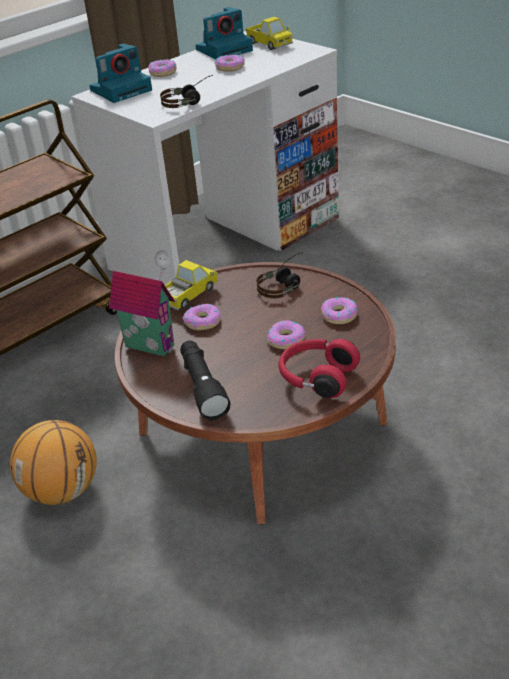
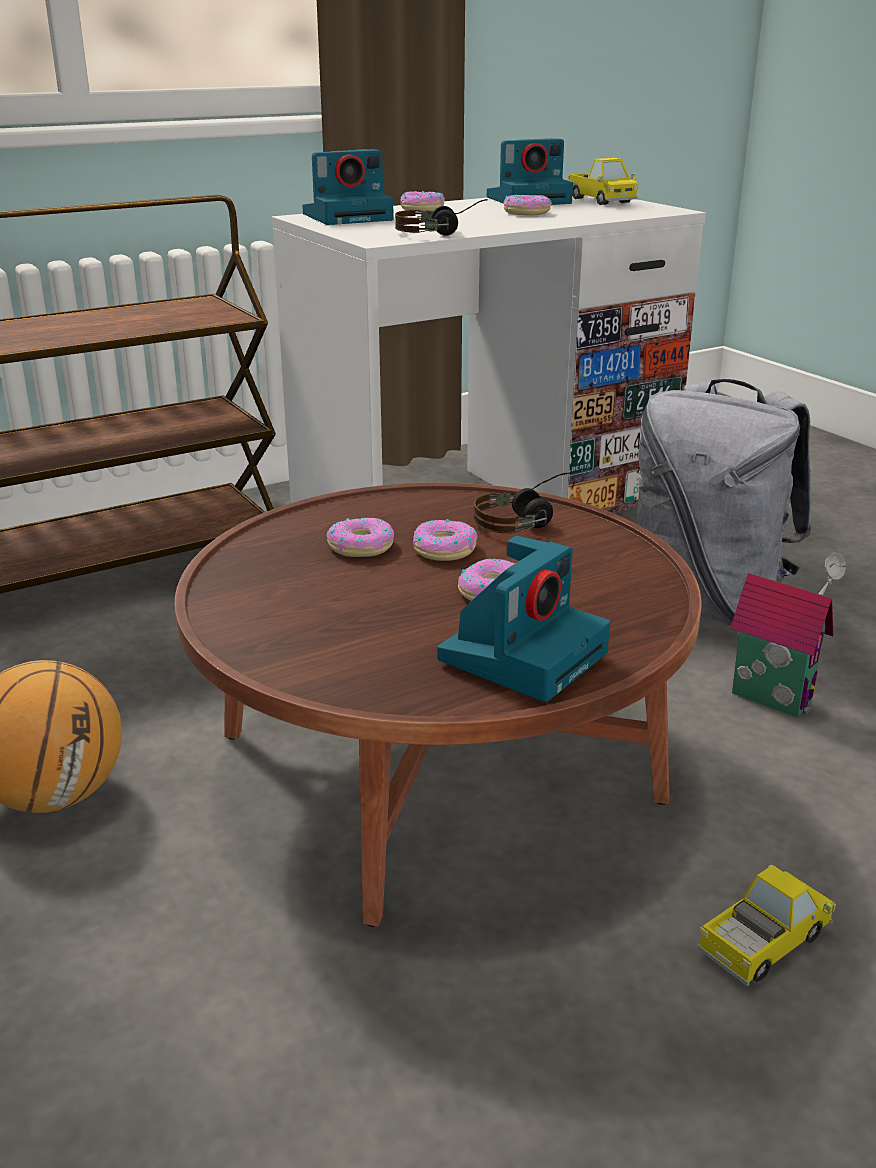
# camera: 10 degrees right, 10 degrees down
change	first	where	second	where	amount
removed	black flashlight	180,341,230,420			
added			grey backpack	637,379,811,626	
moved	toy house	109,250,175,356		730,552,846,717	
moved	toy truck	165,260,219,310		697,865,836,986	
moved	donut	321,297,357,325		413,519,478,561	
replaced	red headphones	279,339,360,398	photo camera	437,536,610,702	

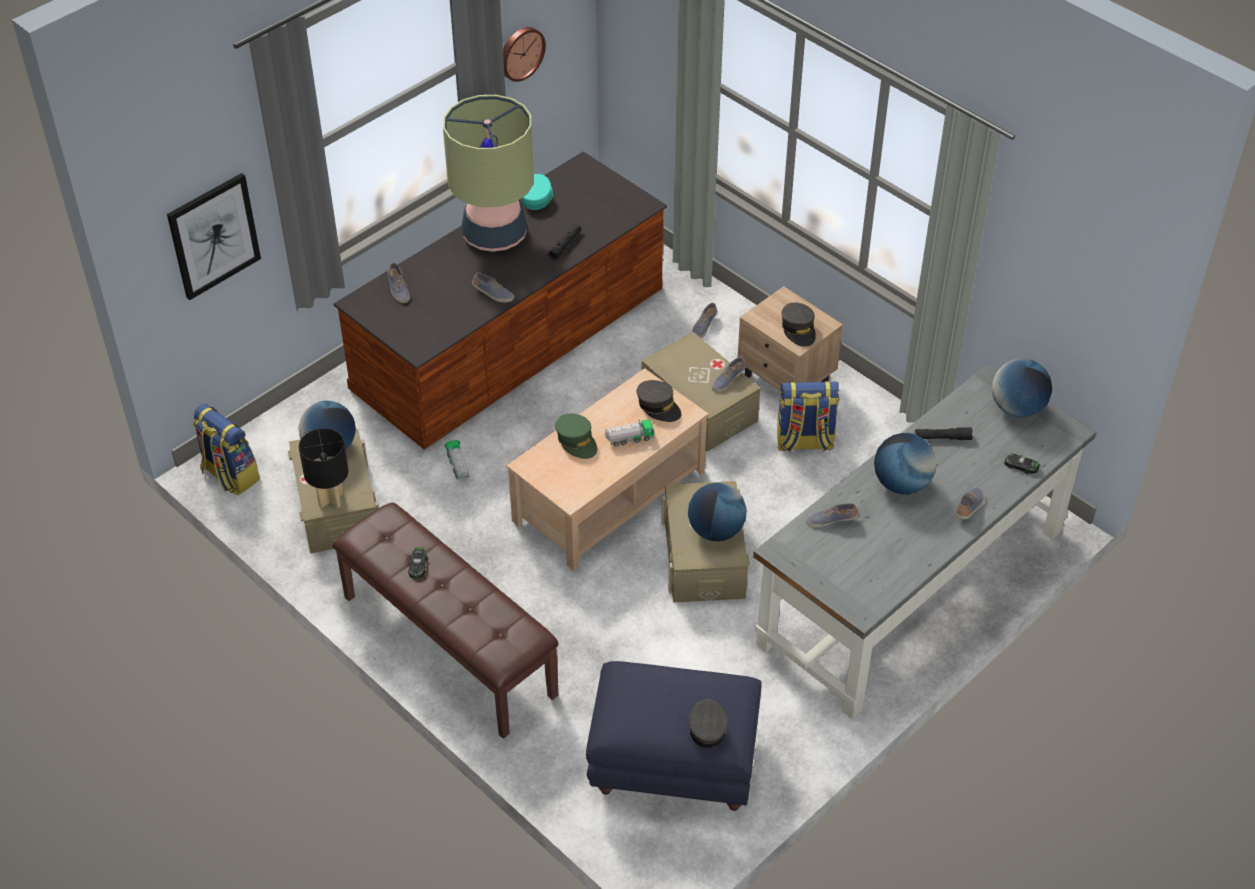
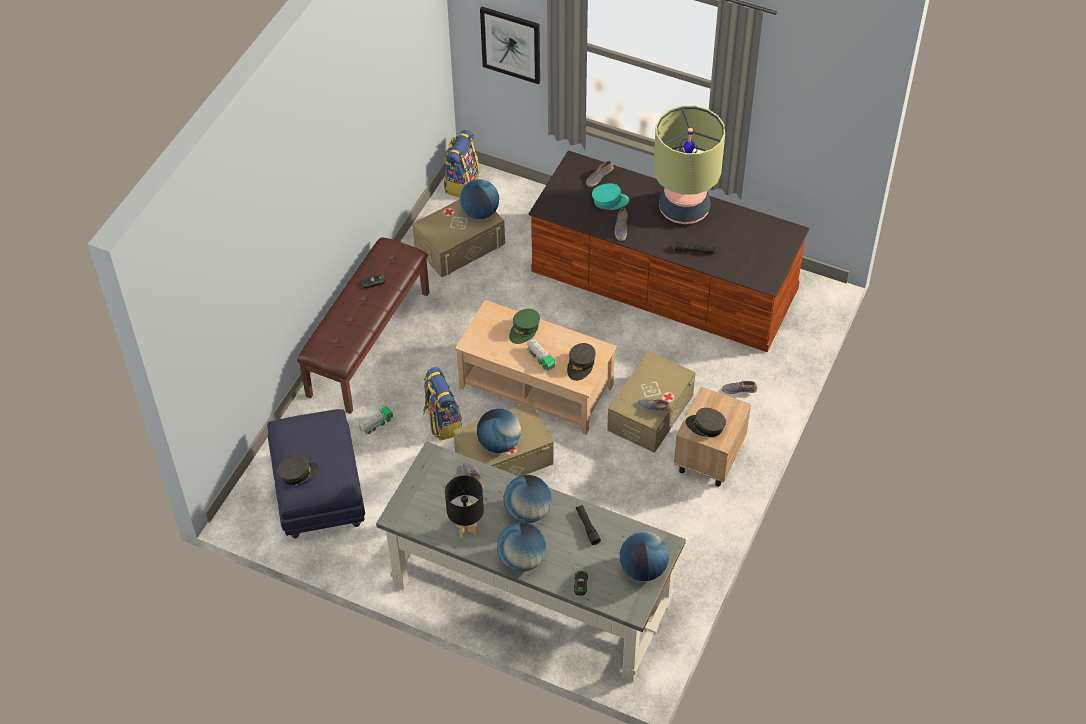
# camera: 70 degrees right, 5 degrees up
change	first	where	second	where	amount
removed	wall clock	503,27,546,82			
moved	black table lamp	299,428,348,508		445,476,484,538	
moved	toy truck	445,440,470,480		359,406,393,434	
moved	turquoise cap	522,174,553,210		592,183,629,210	
moved	backpack	777,381,839,453		423,367,462,441	
replaced	shoe	956,487,984,519	globe	497,523,546,572	
turned	grey cap	782,303,816,347		686,408,726,437	60 degrees clockwise

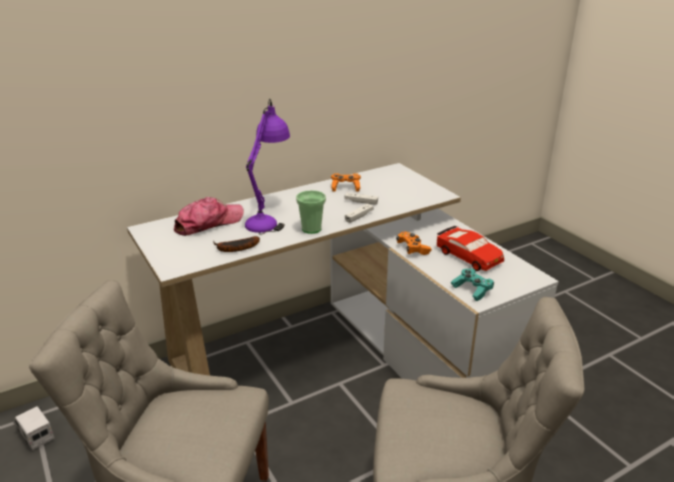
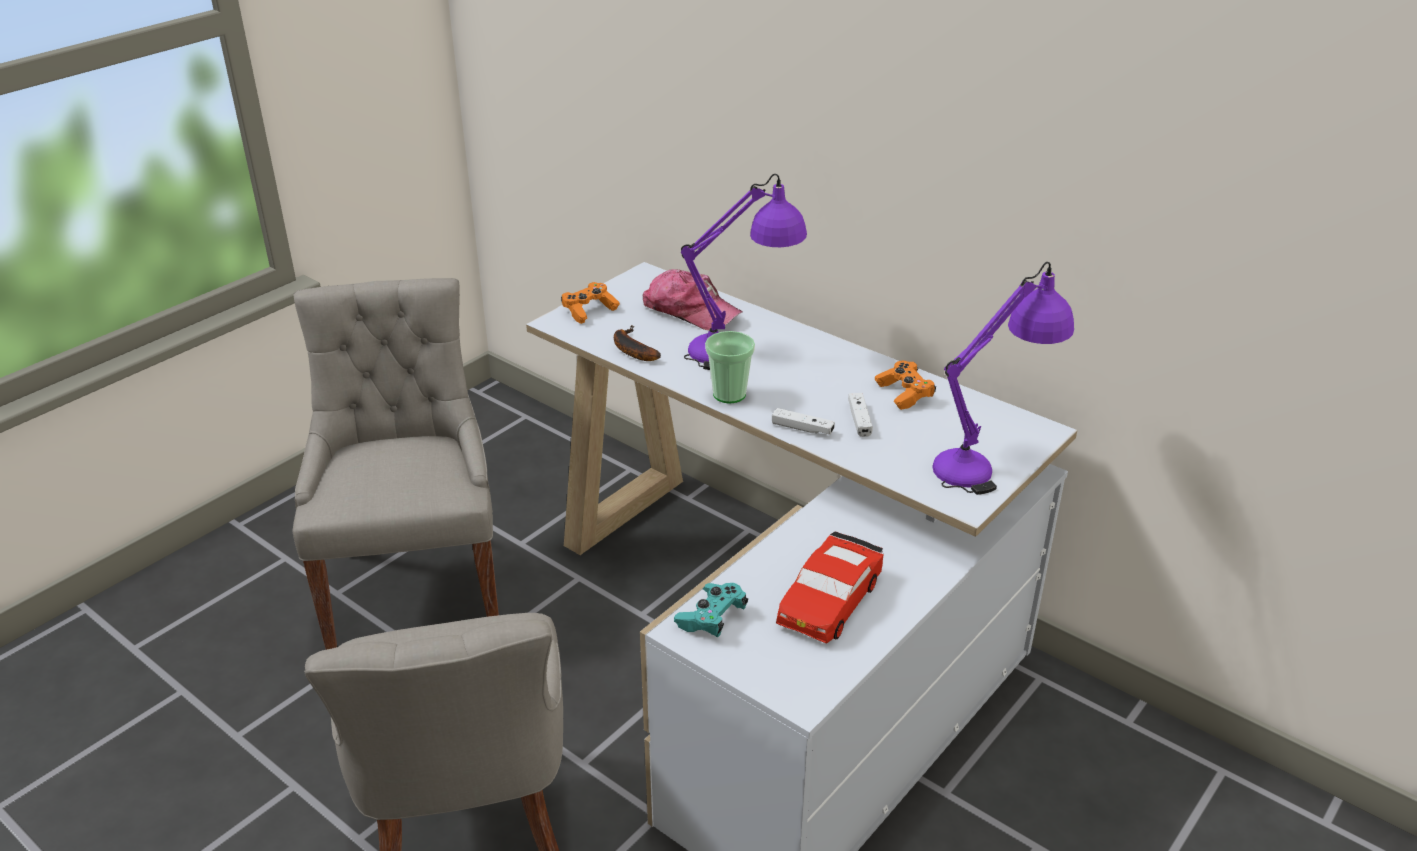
# camera: 70 degrees right, 5 degrees up
change	first	where	second	where	amount
removed	toy truck	14,406,55,450			
added			purple table lamp	932,262,1074,495	
moved	orange game controller	396,232,432,255		561,282,620,324	

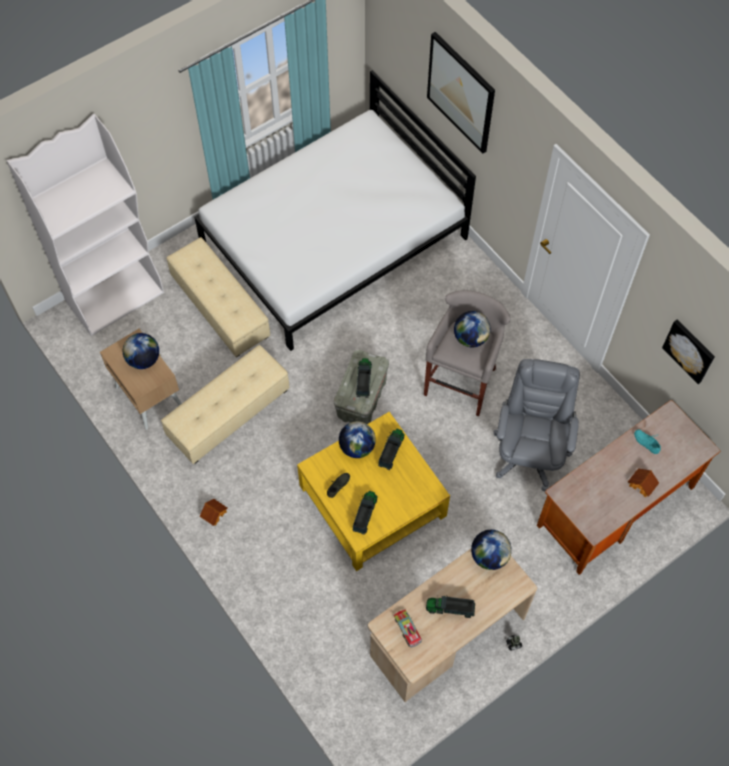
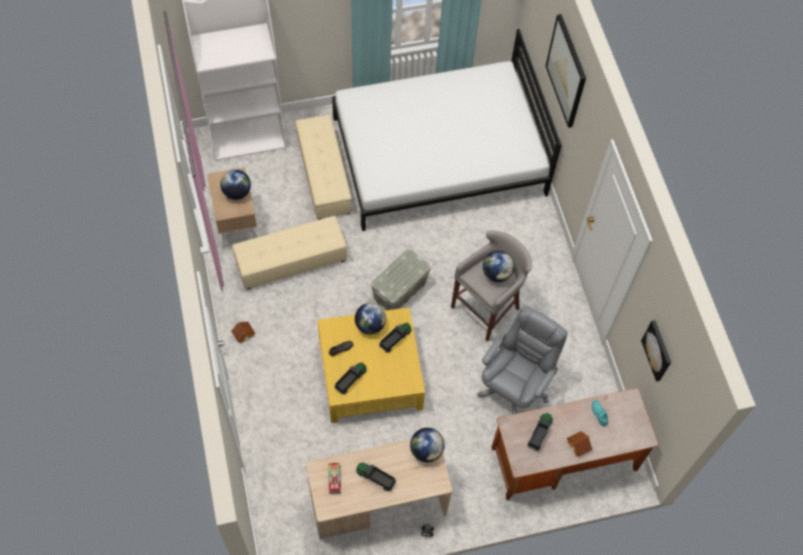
# camera: 20 degrees right, 0 degrees up
change	first	where	second	where	amount
moved	toy truck	356,358,372,398		528,413,553,451	

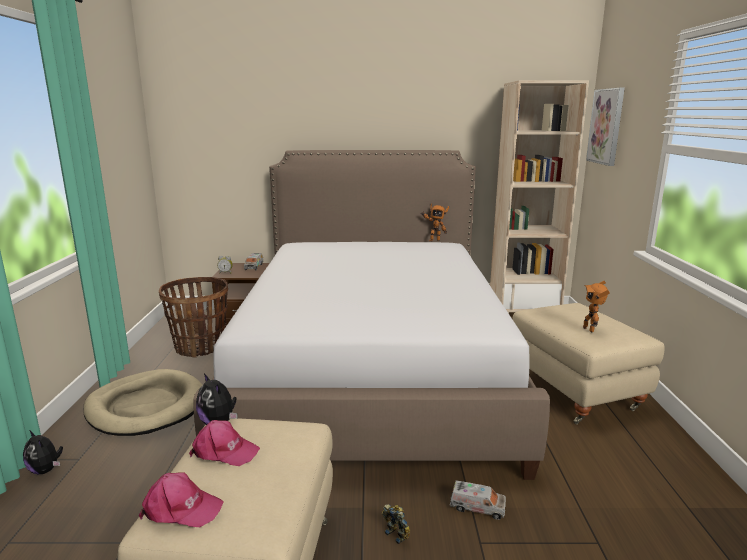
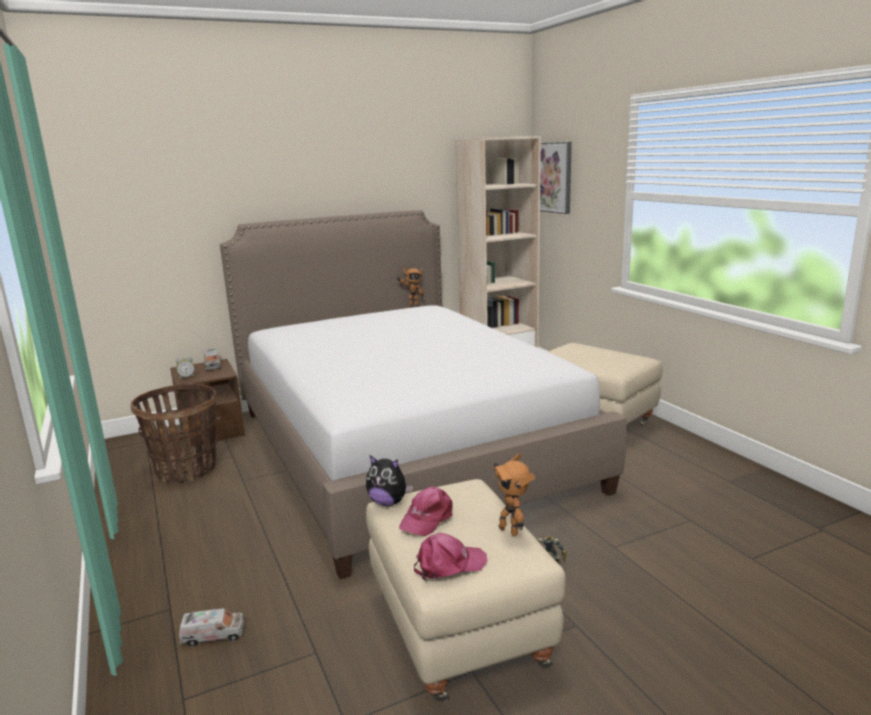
# camera: 25 degrees left, 0 degrees up
change	first	where	second	where	amount
removed	plush toy	23,431,63,474			
removed	beige dog bed	83,369,202,436			
moved	toy truck	450,481,506,520		179,608,244,646	
moved	toy robot	583,281,610,332		493,453,535,536	
turned	pink cap	189,420,260,466		399,486,453,536	135 degrees clockwise

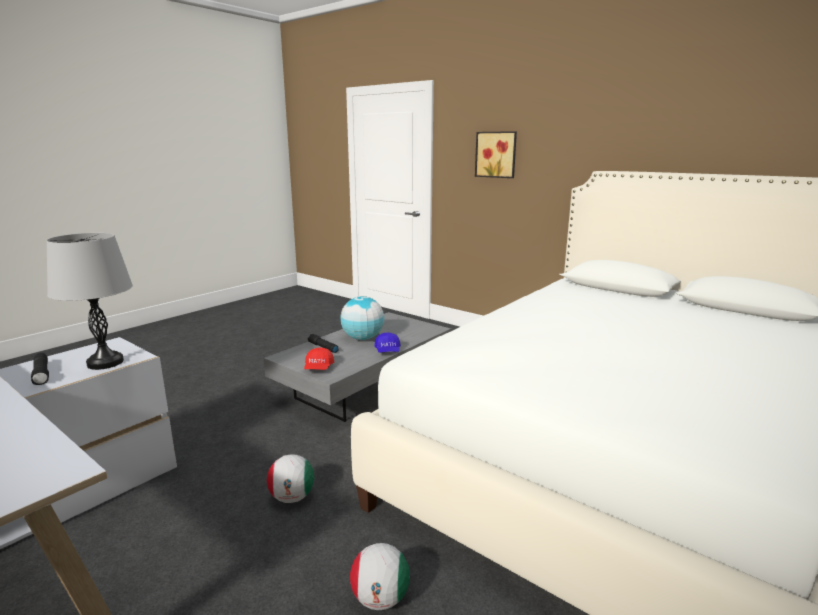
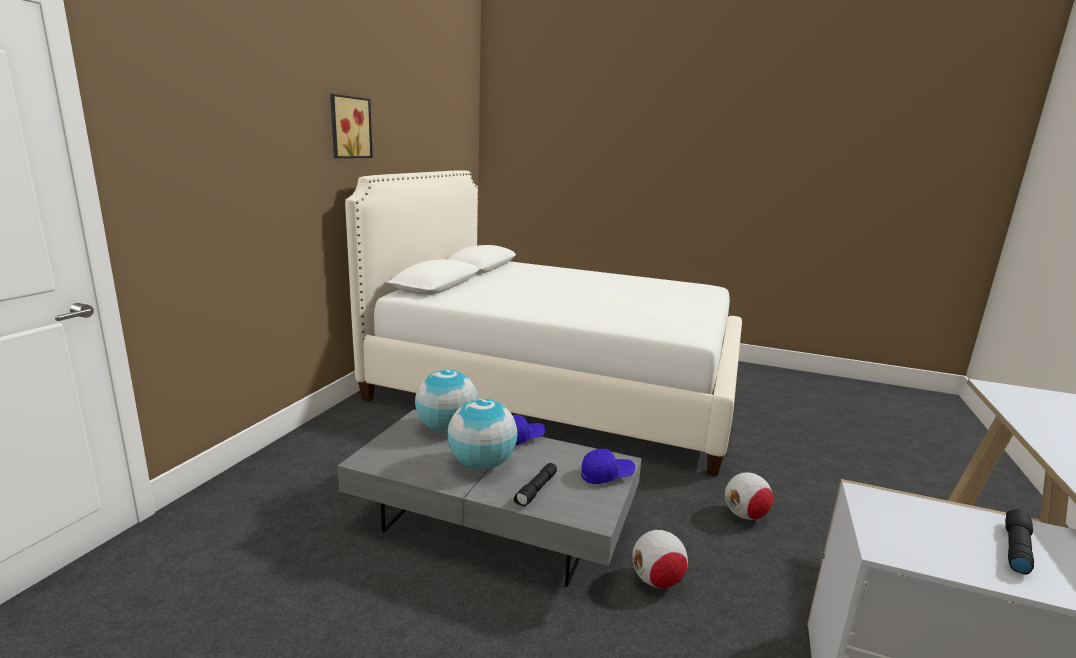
# camera: 110 degrees left, 0 degrees up
change	first	where	second	where	amount
removed	grey table lamp	47,233,133,370			
added			globe	415,370,478,433	
moved	football	350,543,410,610		632,530,688,588	
moved	picture	475,131,517,178		330,94,373,158	
recoloured	red cap	304,348,334,370	blue cap	581,449,635,484	

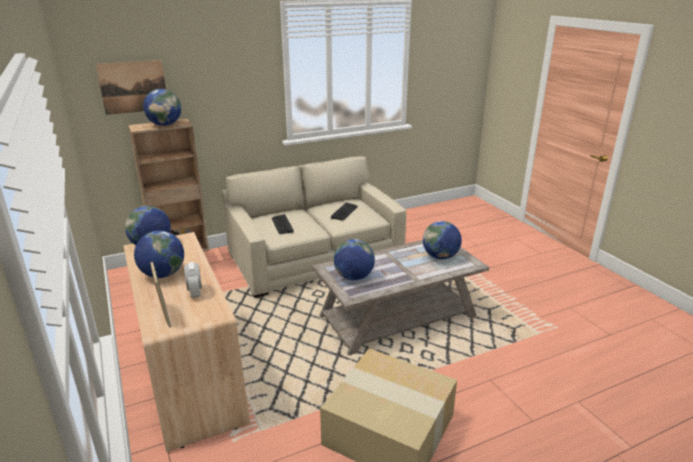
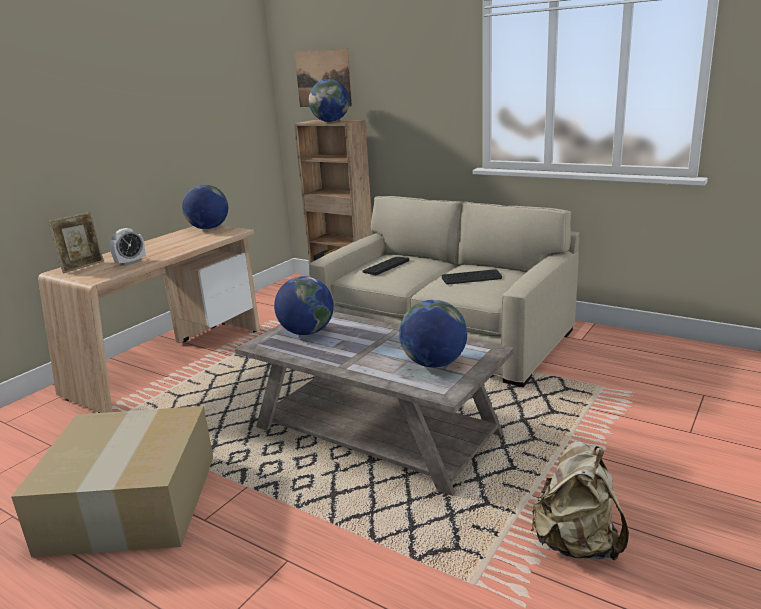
# camera: 60 degrees right, 5 degrees down
change	first	where	second	where	amount
removed	globe	134,231,184,278			
added			beige backpack	531,441,629,561	

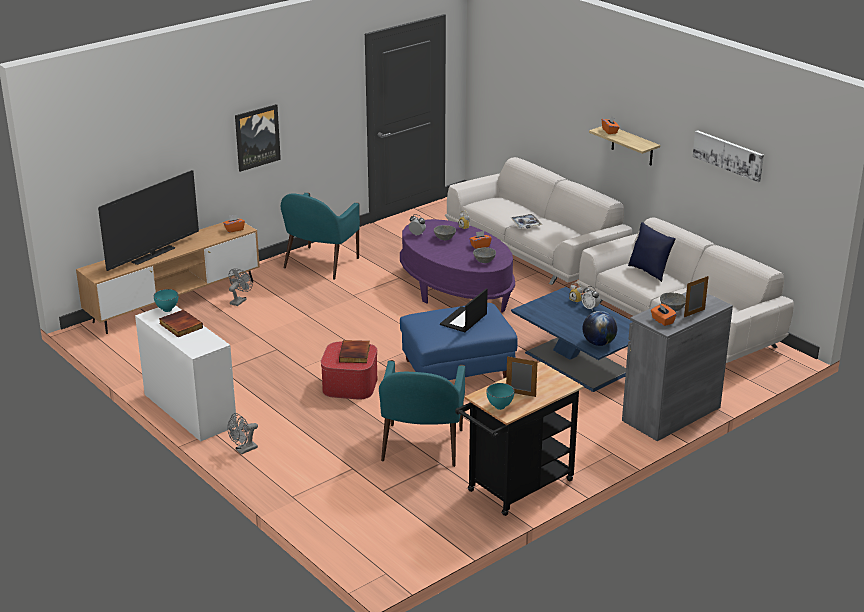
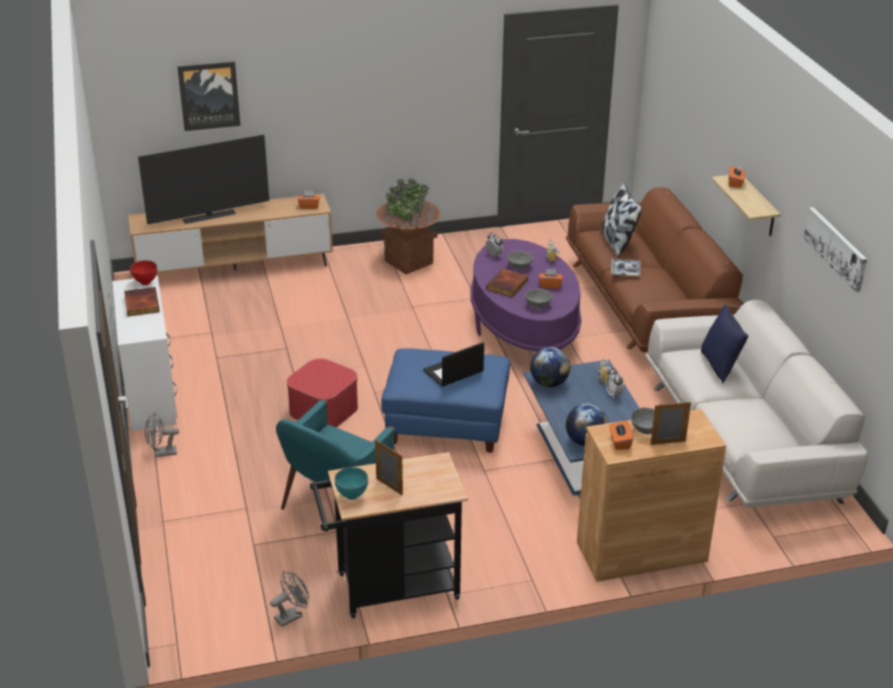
# camera: 25 degrees right, 5 degrees up
change	first	where	second	where	amount
added			globe	530,347,570,387	
added			pillow	600,182,643,257	
moved	grey fan	229,268,252,306		270,571,309,627	
moved	picture	235,104,281,172		177,61,241,131	
moved	book	339,340,370,363		487,269,528,297	
replaced	turquoise armchair	281,193,360,280	brown planter	376,178,441,274	
recoloured	turquoise bowl	154,289,178,312	red bowl	130,260,157,285	
recoloured	white sofa	445,157,632,285	brown sofa	566,187,744,352	
recoloured	grey cabinet	622,292,733,441	brown cabinet	577,409,726,582	

